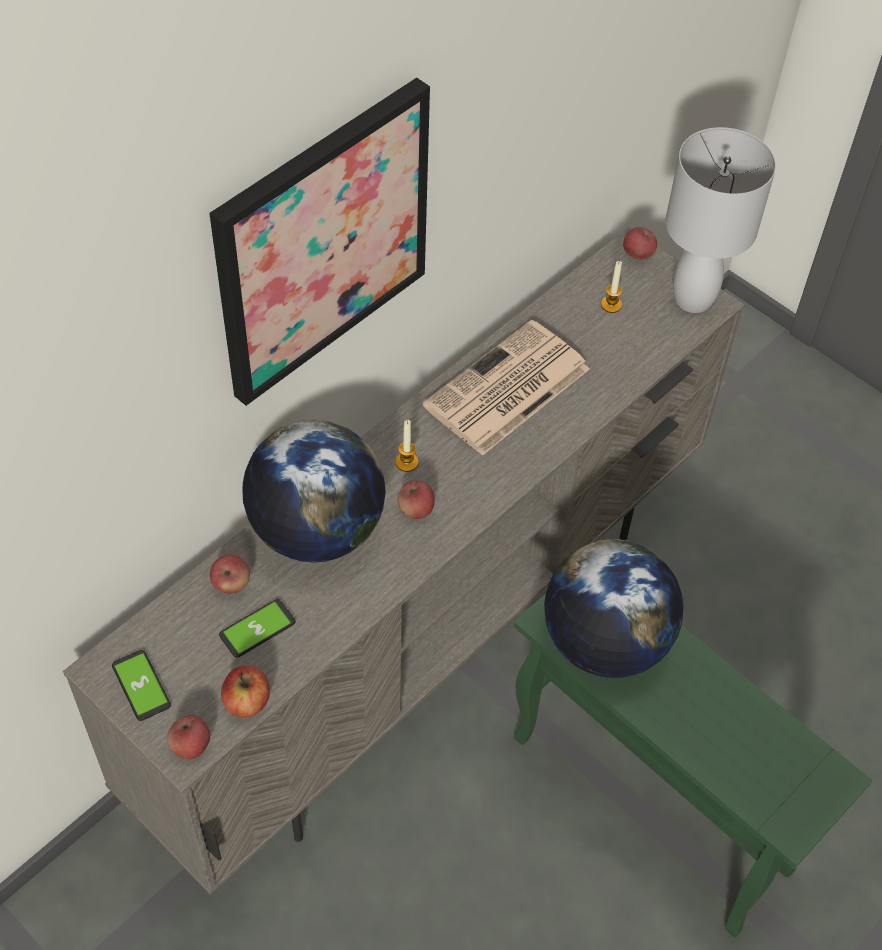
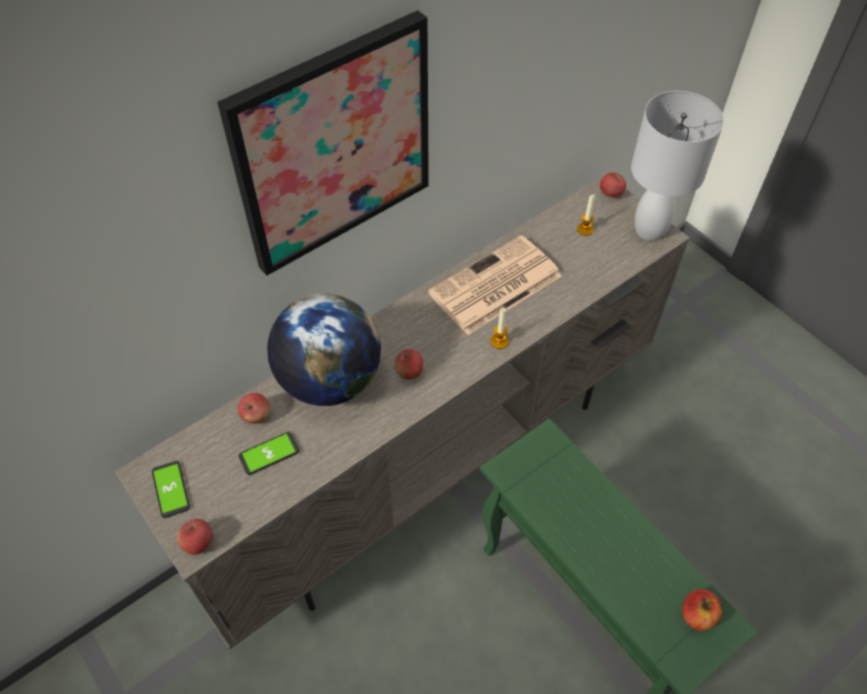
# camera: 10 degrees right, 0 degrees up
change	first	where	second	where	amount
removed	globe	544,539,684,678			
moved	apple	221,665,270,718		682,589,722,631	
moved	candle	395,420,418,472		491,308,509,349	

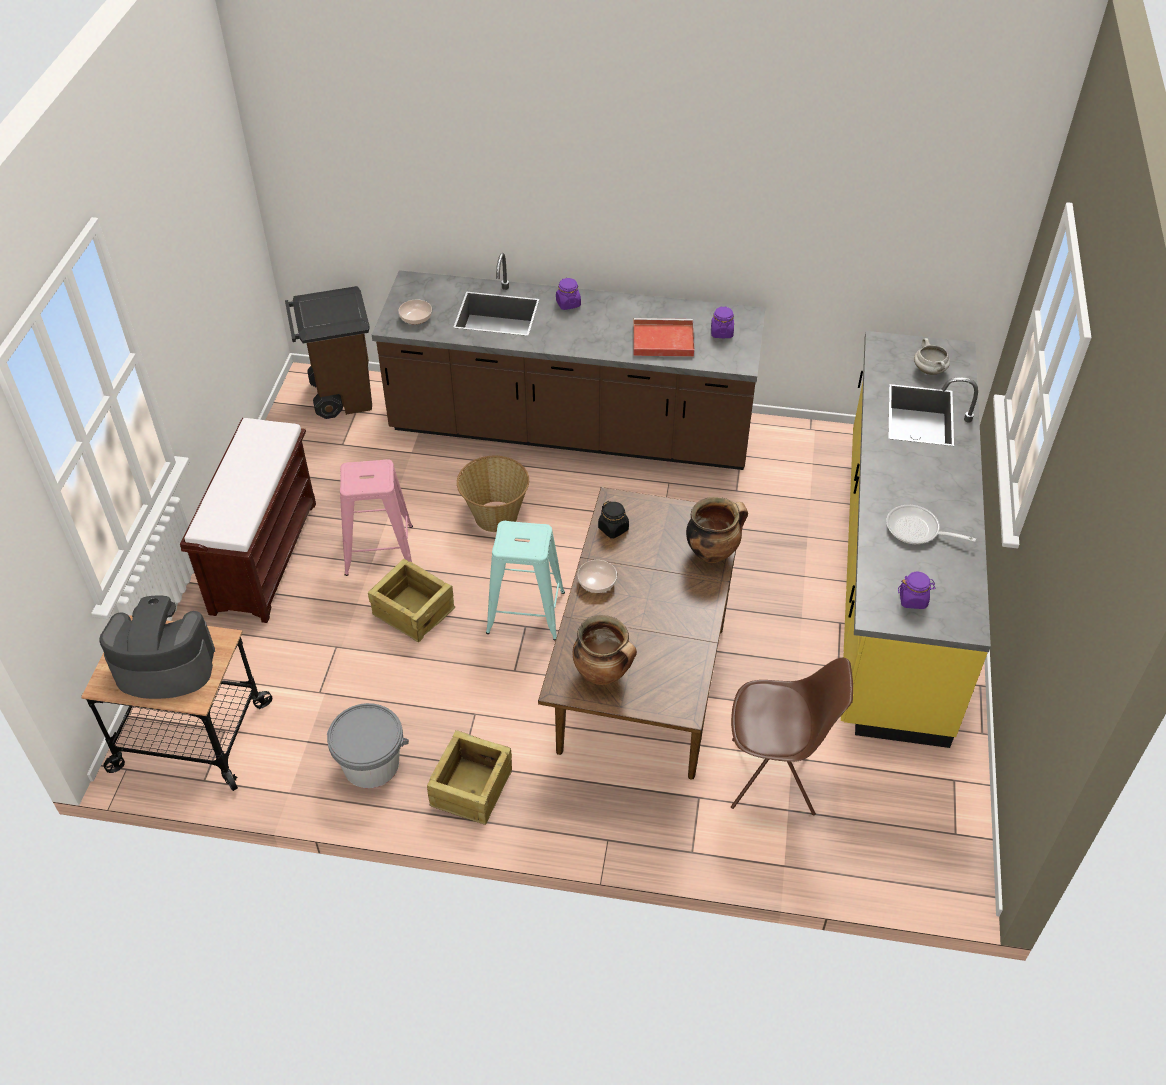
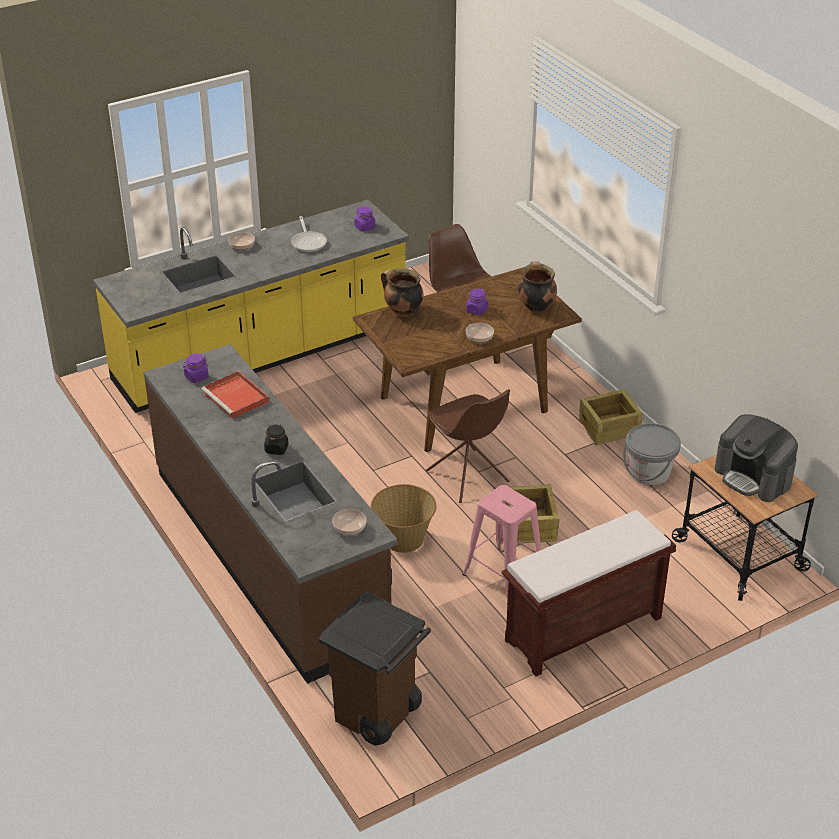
# camera: 130 degrees left, 10 degrees down
change	first	where	second	where	amount
removed	white cooking pot	914,338,950,375			
added			bowl	228,232,255,250	
moved	purple jar	556,278,581,310		466,288,488,315	
moved	black jar	598,501,629,539		264,425,289,455	
replaced	turquoise stool	486,521,565,641	brown chair	426,389,510,503	

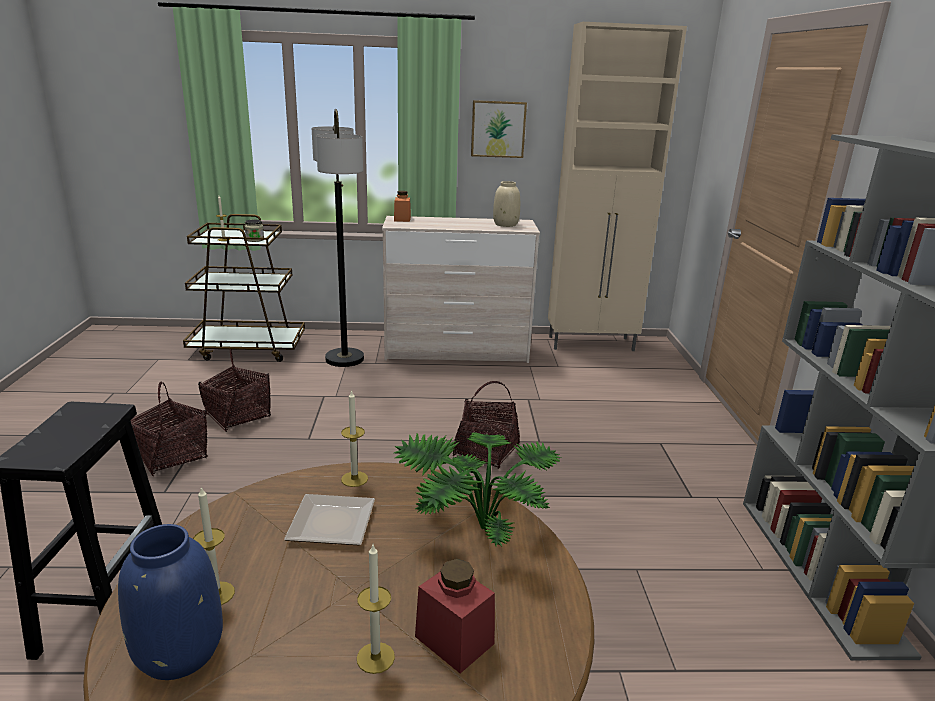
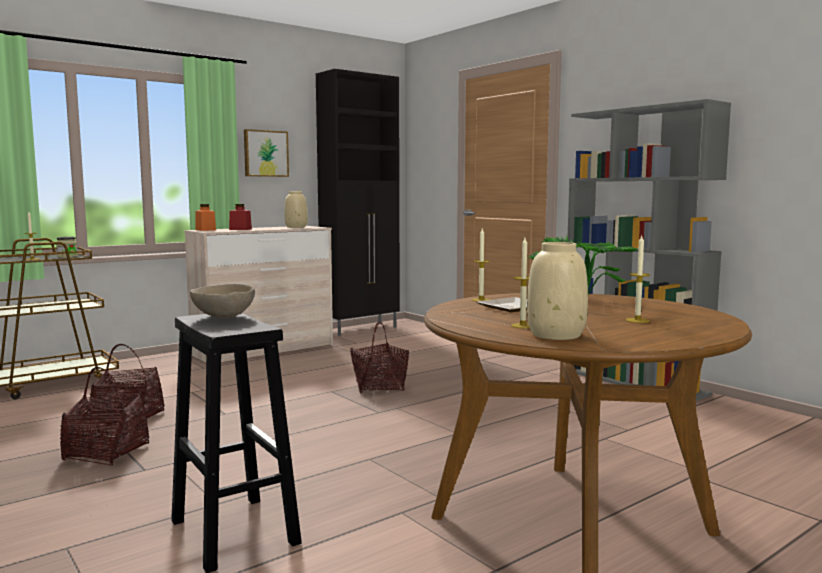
# camera: 35 degrees left, 15 degrees down
change	first	where	second	where	amount
removed	floor lamp	312,109,364,367			
added			beige bowl	190,284,255,318	
moved	red jar	415,559,495,673		229,204,252,230	
recoloured	blue vase	118,524,223,680	beige vase	527,242,588,340	
recoloured	beige cabinet	548,22,687,351	black cabinet	316,69,400,336	

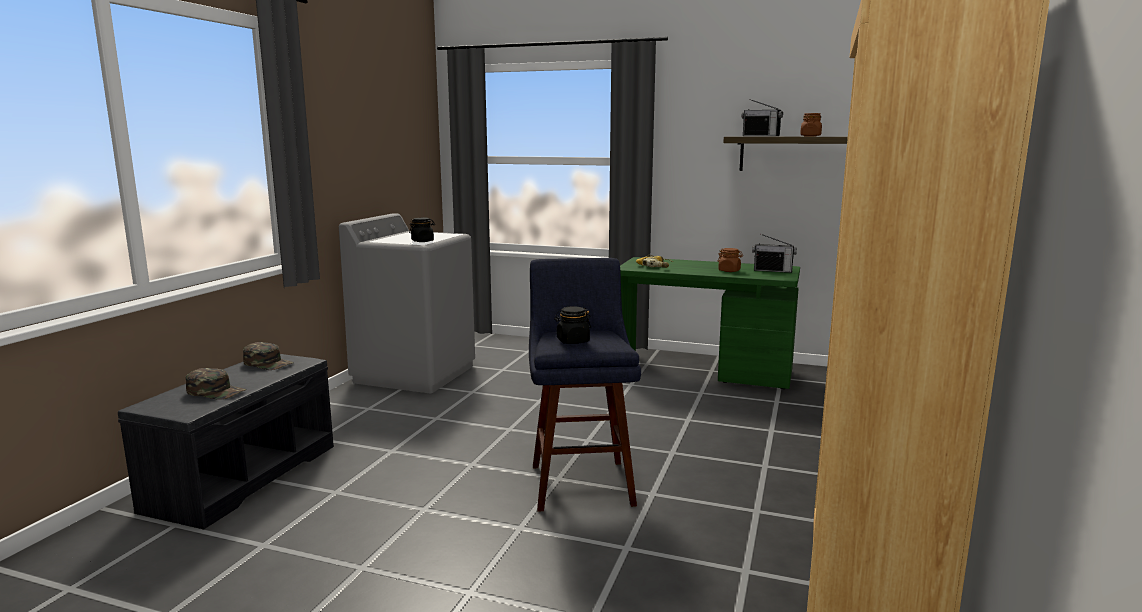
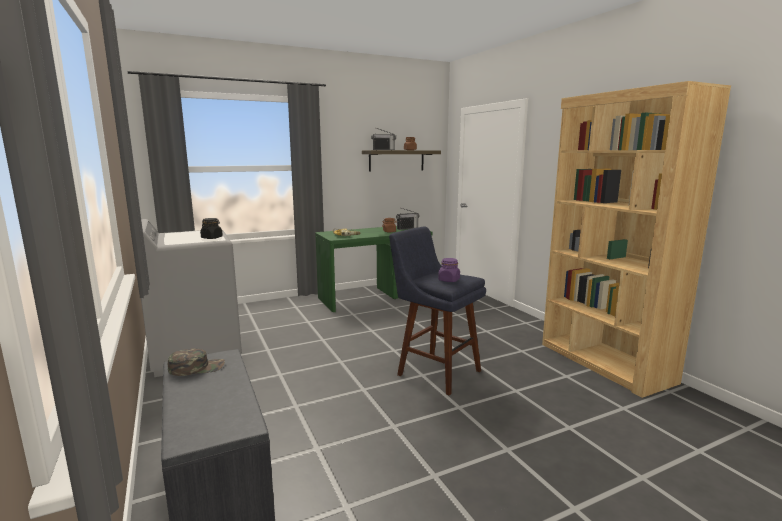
# camera: 45 degrees left, 0 degrees up
change	first	where	second	where	amount
removed	green cap	186,368,246,400			
recoloured	black jar	554,306,591,344	purple jar	438,258,460,282	

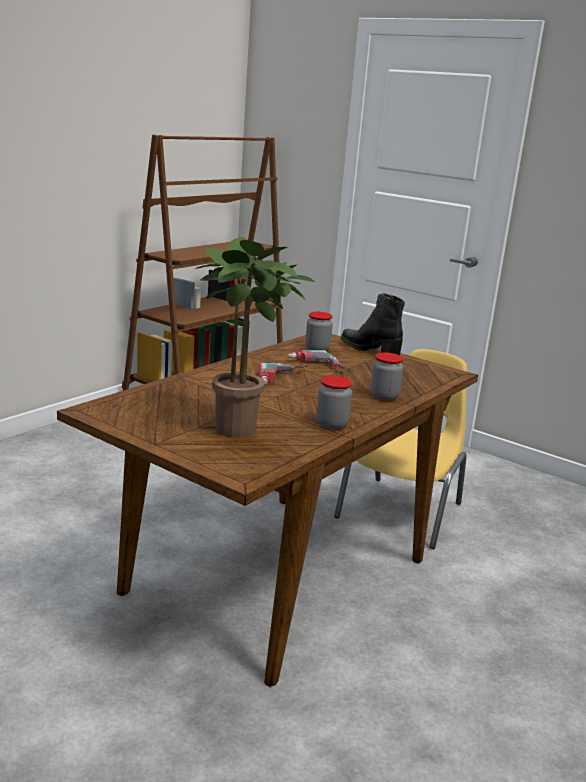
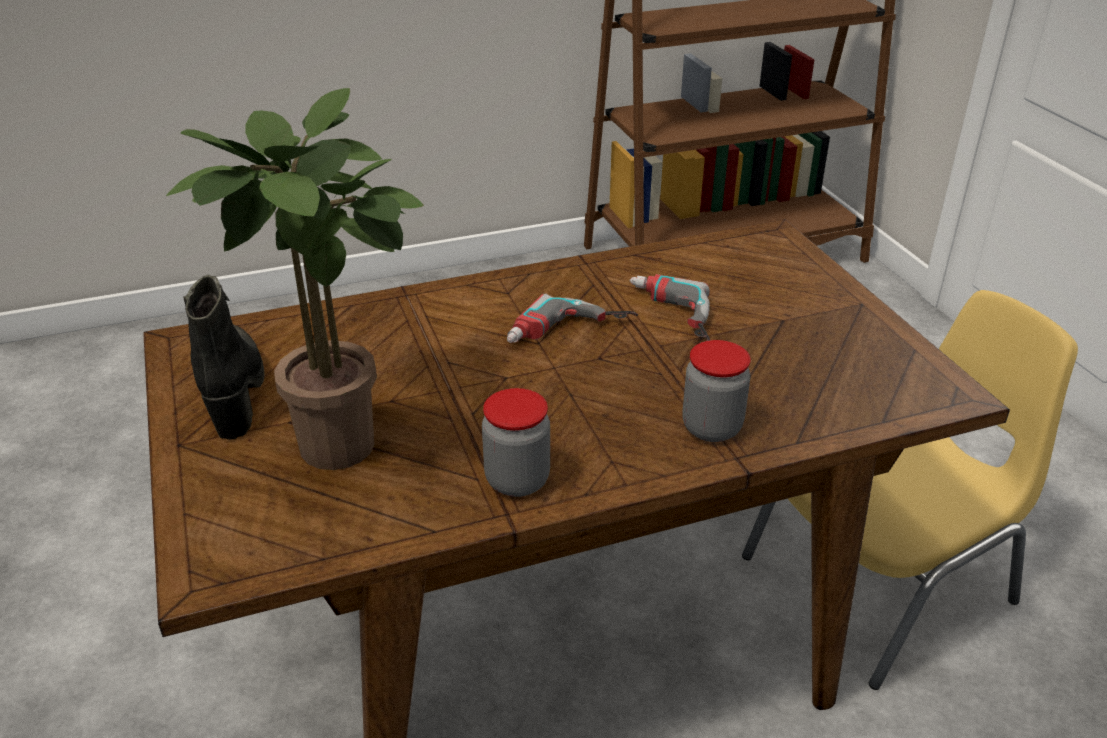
# camera: 35 degrees right, 15 degrees up
change	first	where	second	where	amount
removed	jar	305,312,333,351			
moved	black boot	341,293,405,355		183,275,265,440	

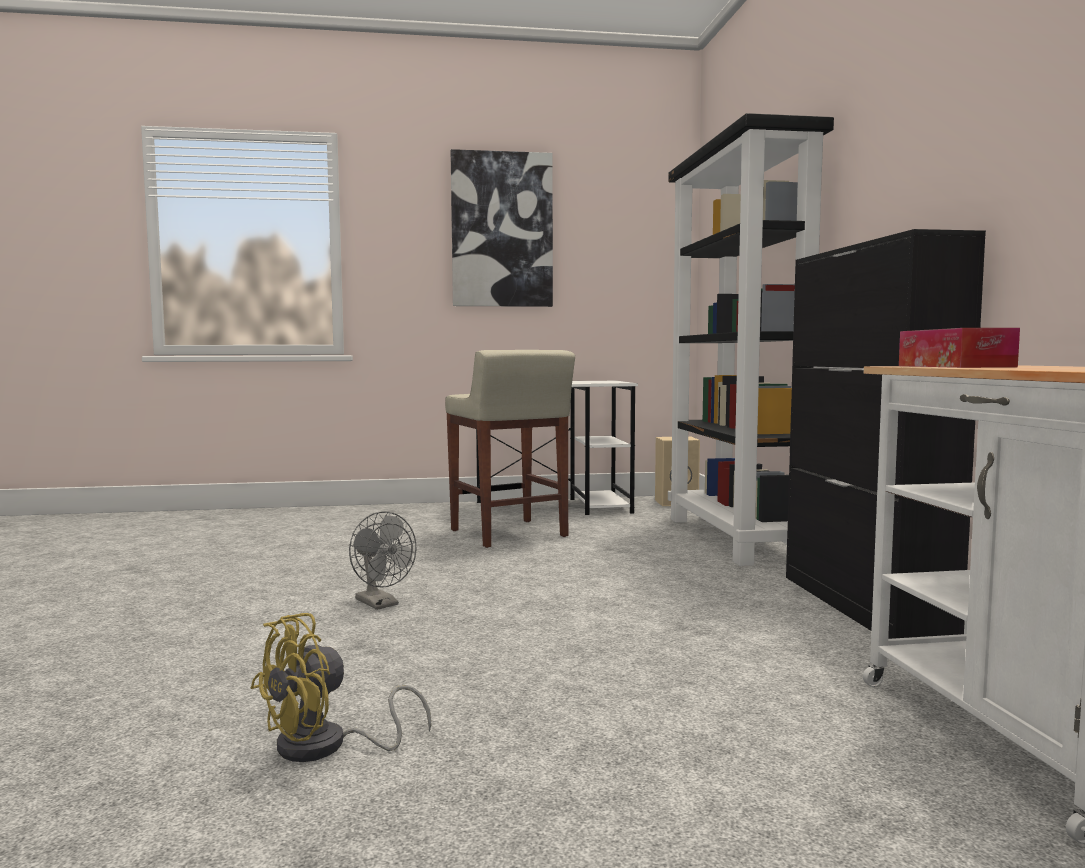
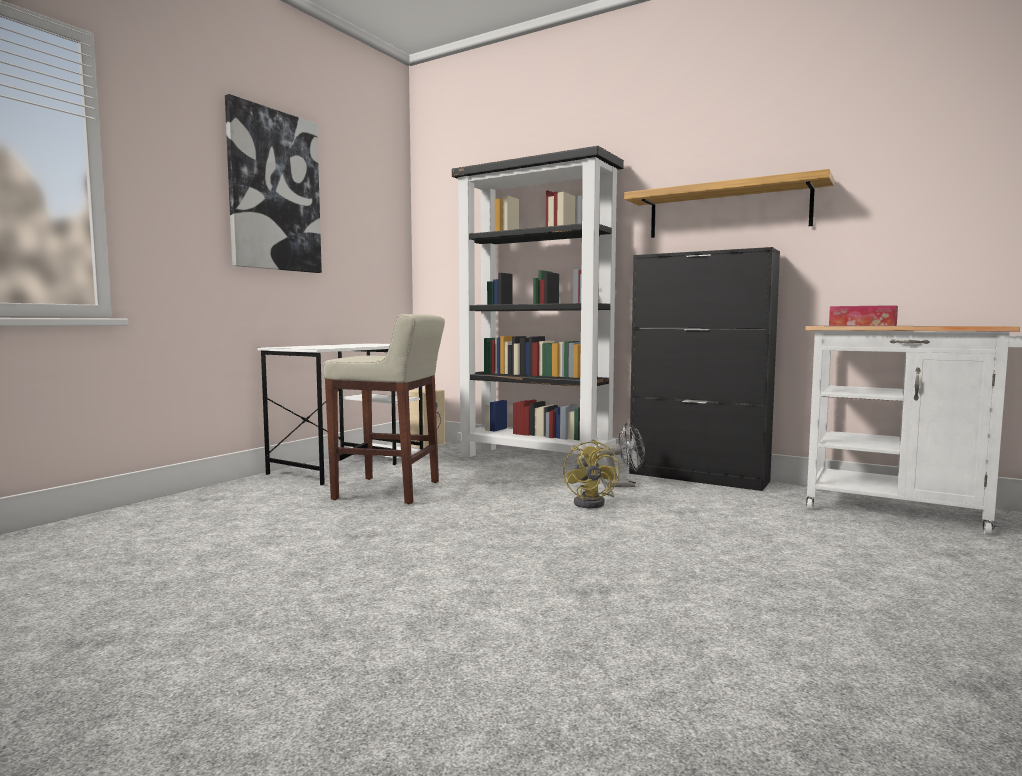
# camera: 50 degrees left, 0 degrees up
change	first	where	second	where	amount
added			shelf	624,169,834,238	
moved	yellow fan	251,613,431,762		563,439,620,508	
moved	grey fan	349,511,416,610		599,423,645,487	

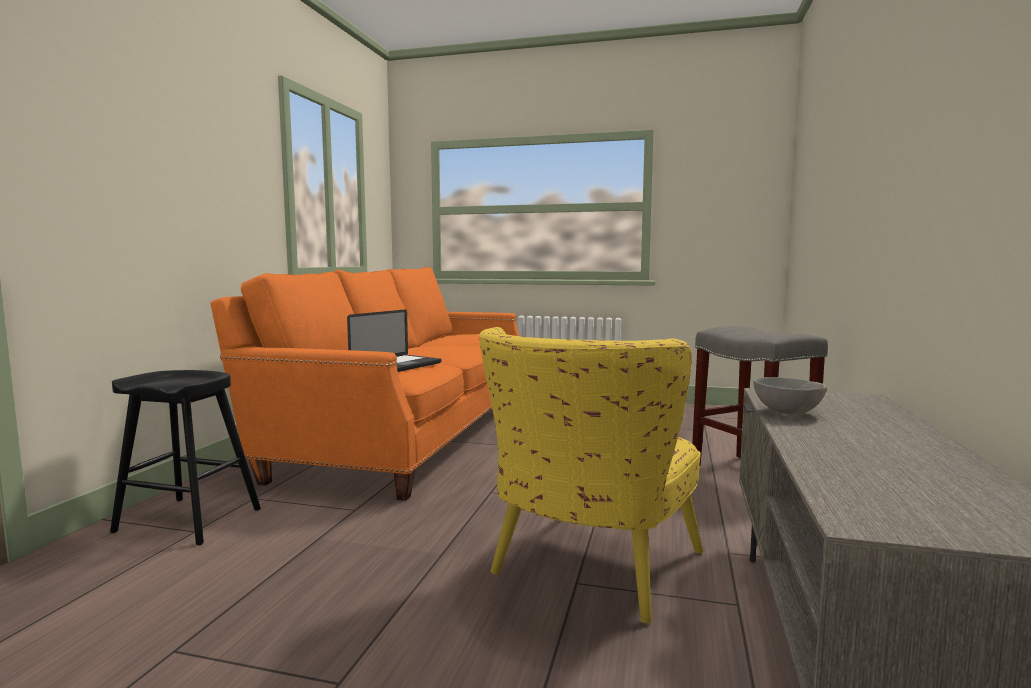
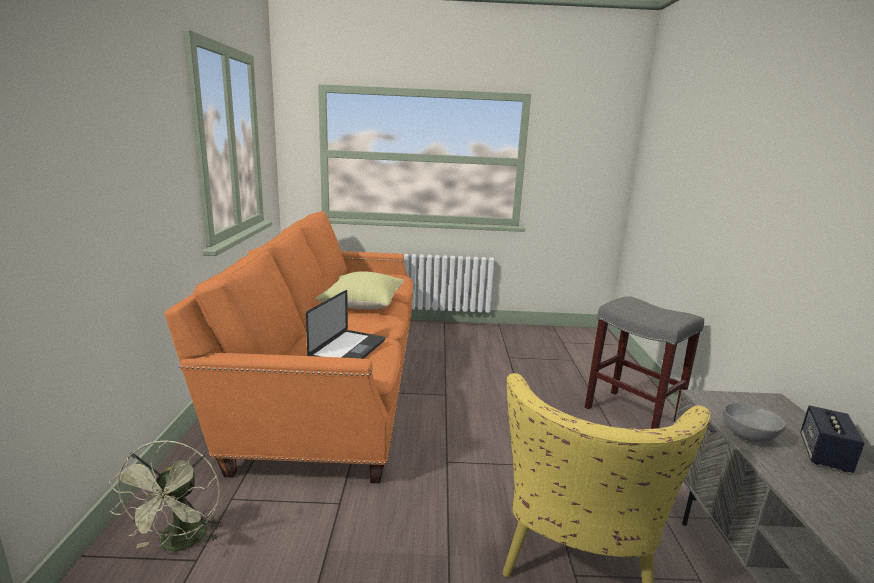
# camera: 15 degrees left, 10 degrees up
change	first	where	second	where	amount
added			yellow pillow	315,271,404,309	
added			speaker	800,405,865,473	
replaced	black stool	110,370,261,545	green fan	109,440,223,551	

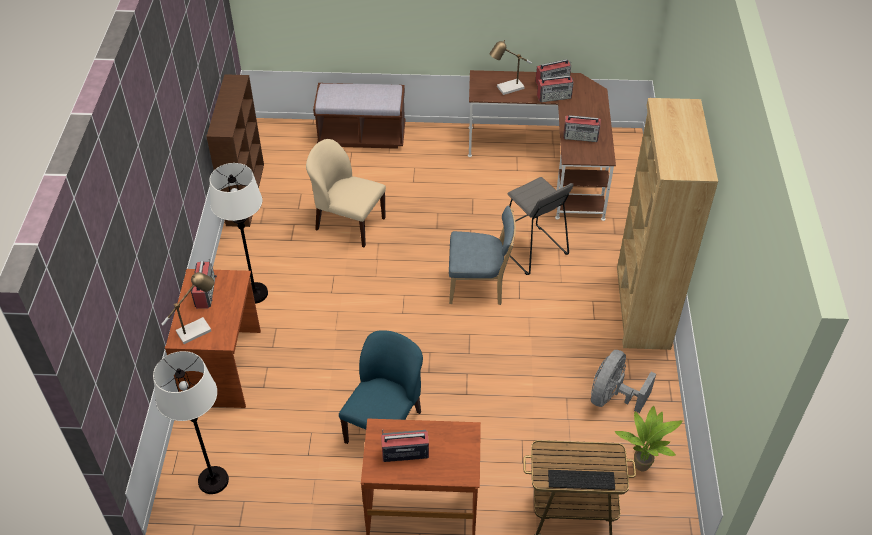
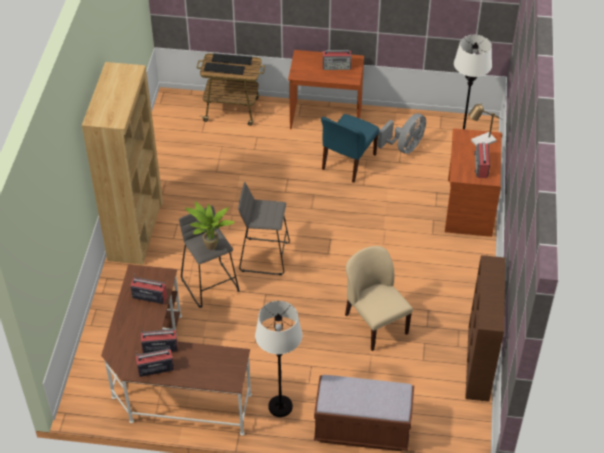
# camera: 175 degrees left, 0 degrees up
change	first	where	second	where	amount
removed	table lamp	489,40,532,95			
added			keyboard	204,62,245,75	
moved	white floor lamp	210,163,268,304		255,301,302,417	
moved	grey fan	591,350,656,413		378,113,426,154	
moved	potted plant	615,406,682,472		185,201,235,250	
replaced	blue chair	449,206,516,305	grey stool	238,182,290,275	
turned	beige chair	306,139,386,247		345,246,413,351	150 degrees counterclockwise

